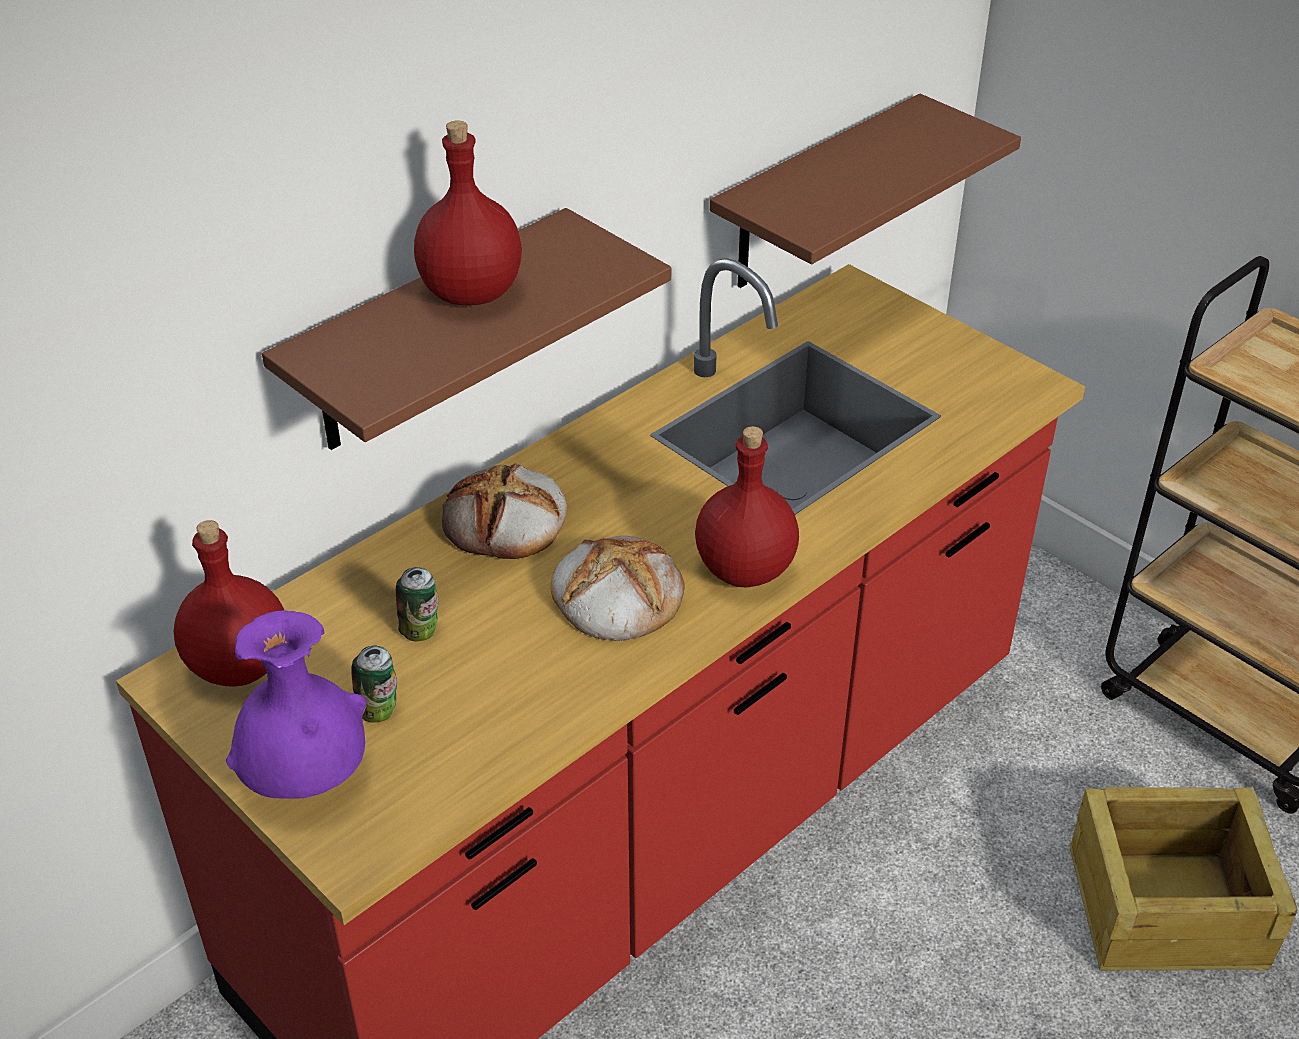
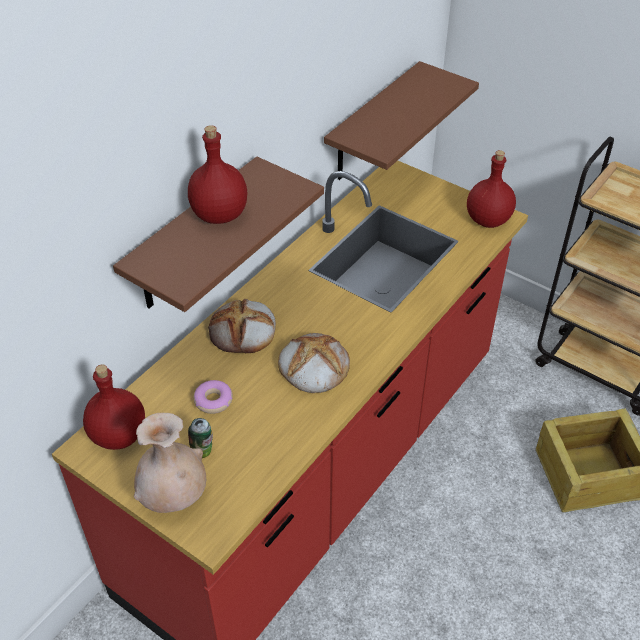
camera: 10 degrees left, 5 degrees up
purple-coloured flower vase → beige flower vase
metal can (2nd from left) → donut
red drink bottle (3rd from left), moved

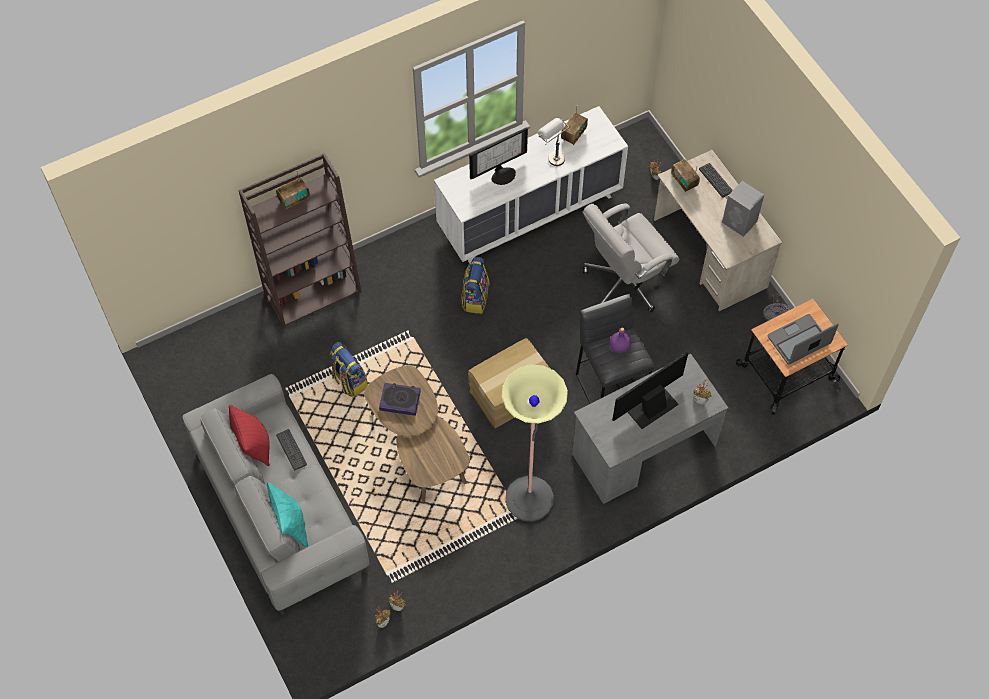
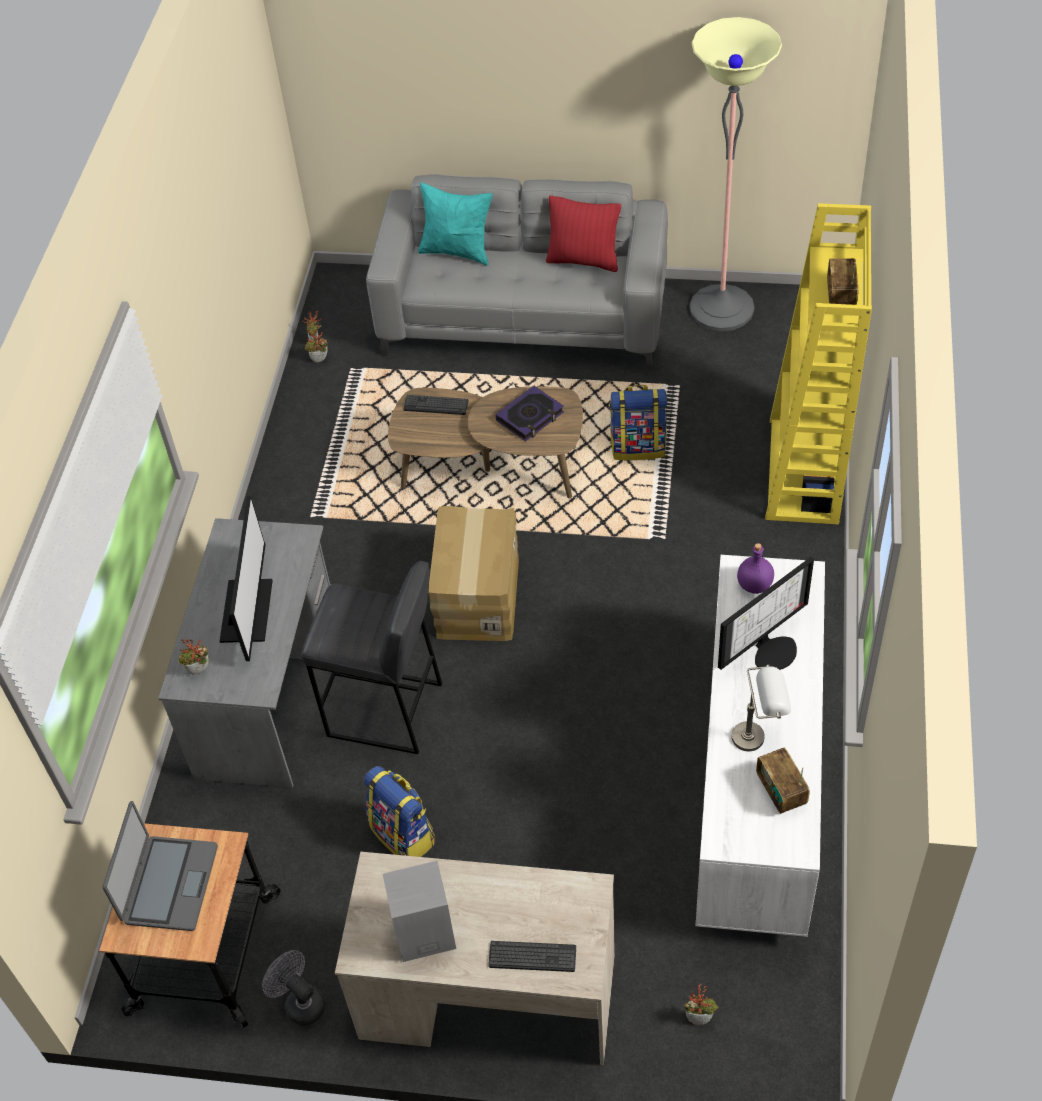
camera: 130 degrees right, 10 degrees down
rucksack (2nd from left in the first image) → rucksack (1st from left), moved
computer keyboard (1st from left), moved
standard lamp, moved
monitor (1st from left in the first image) → monitor (2nd from left), 135 degrees counterclockwise
purple-coloured drink bottle, moved
brown-coloured bookshelf → yellowish bookshelf
greyish computer chair → -
radio receiver (3rd from left) → -

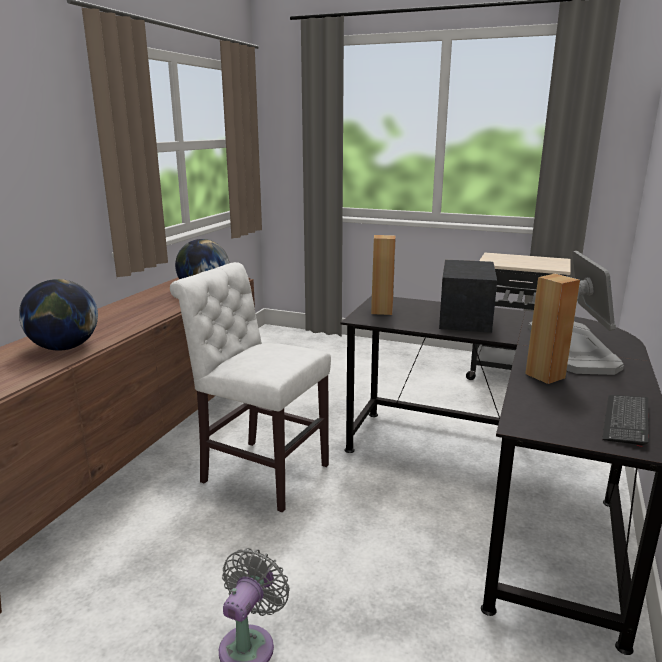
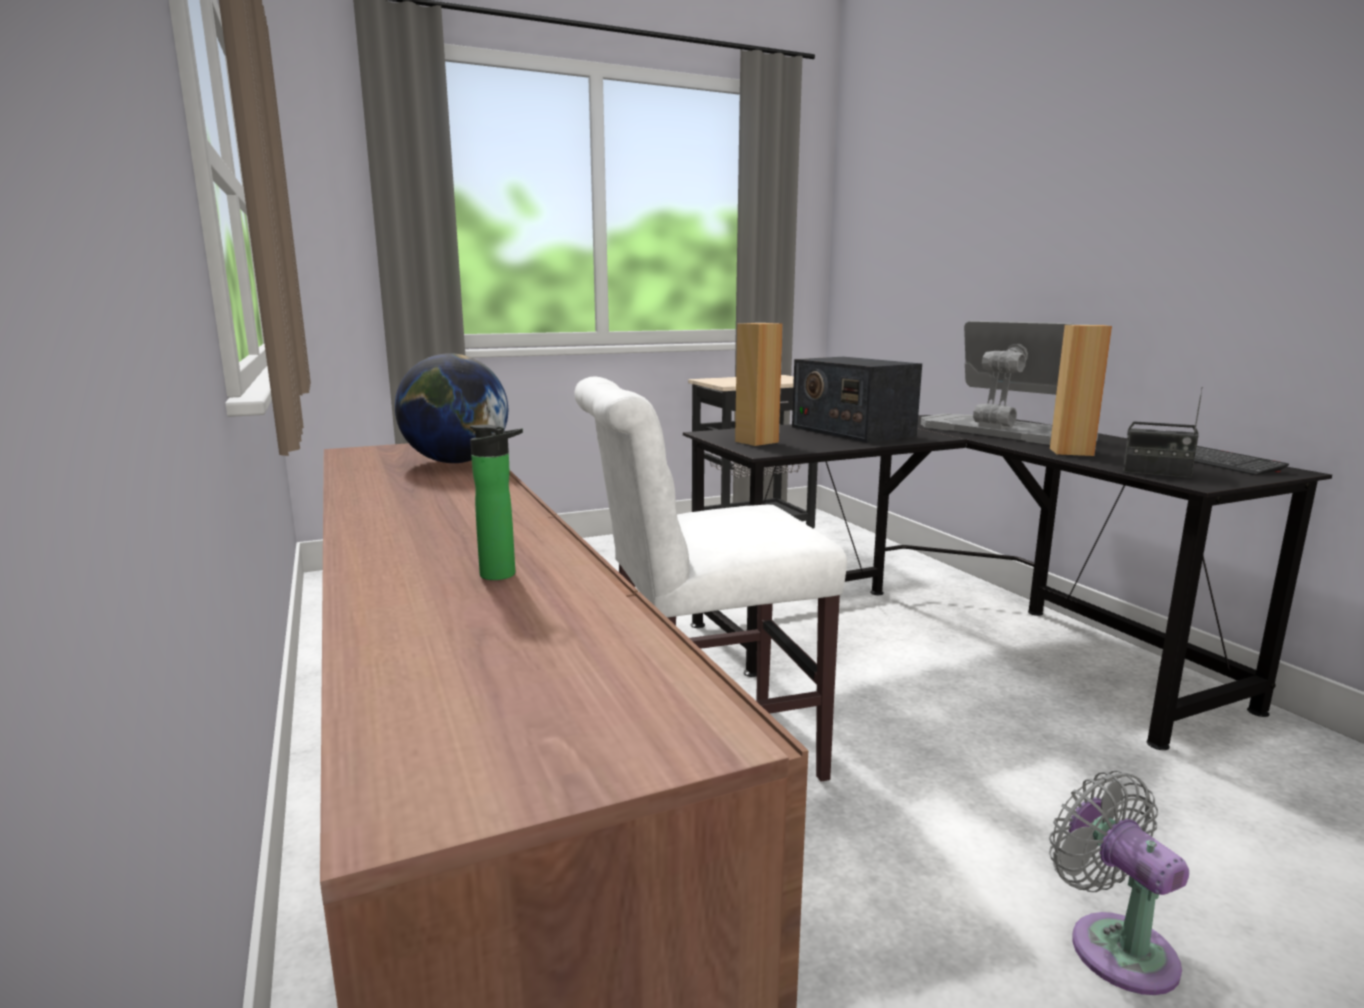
camera: 45 degrees left, 5 degrees down
globe (1st from left) → drink bottle
- → radio receiver (2nd from left)

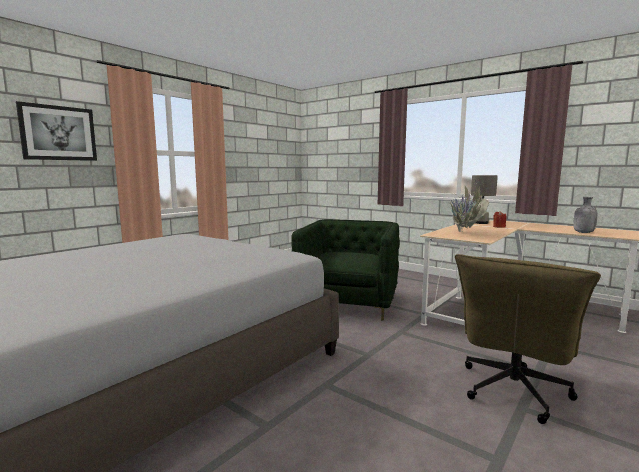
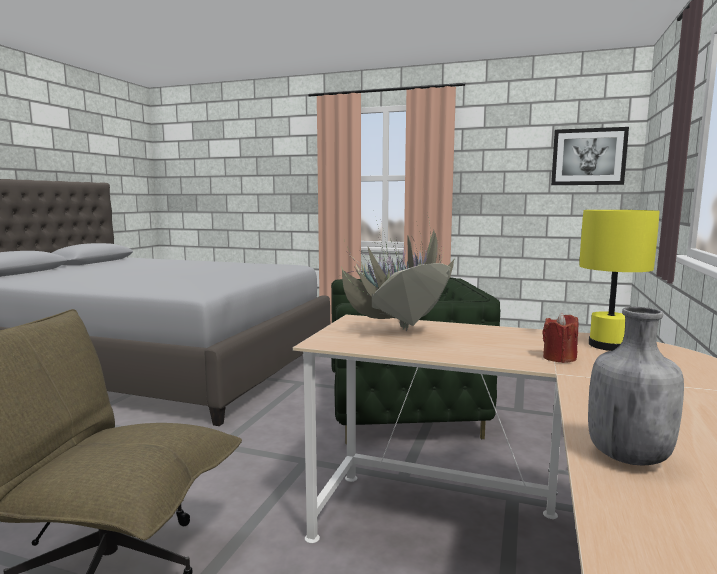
camera: 70 degrees right, 0 degrees up
wall picture, moved
greyish lamp for a table → yellowish lamp for a table

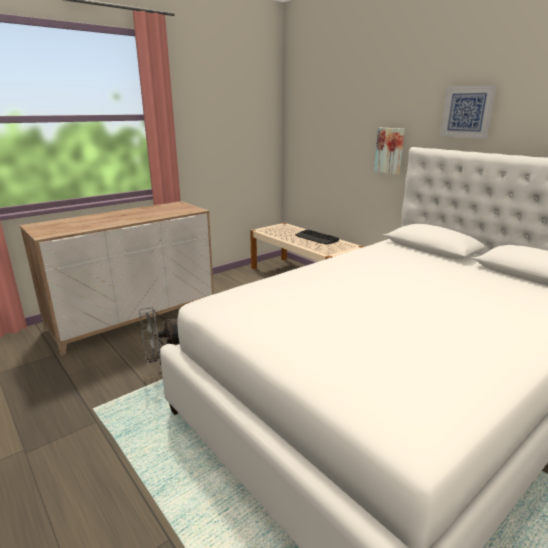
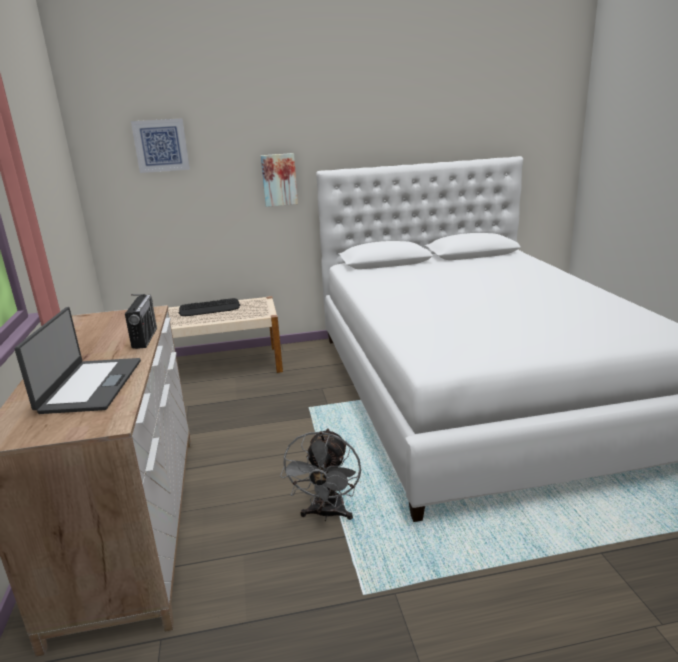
camera: 60 degrees left, 0 degrees up
- → notebook computer
- → radio receiver
wall picture (2nd from left in the first image) → wall picture (1st from left), moved

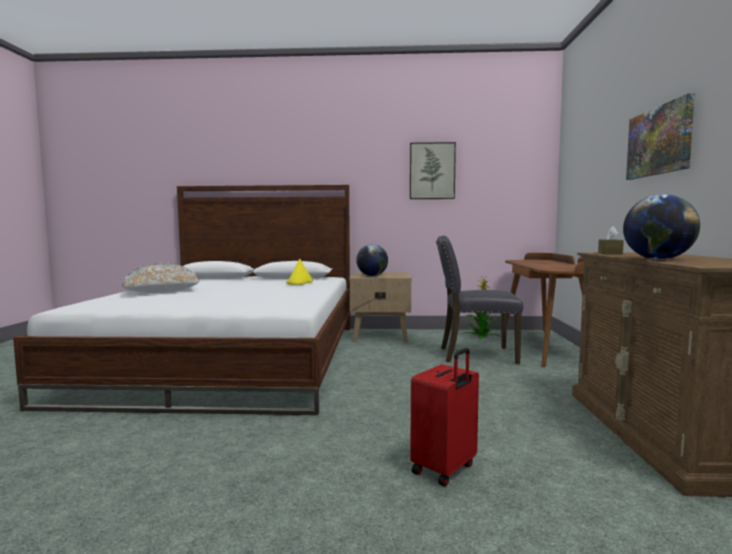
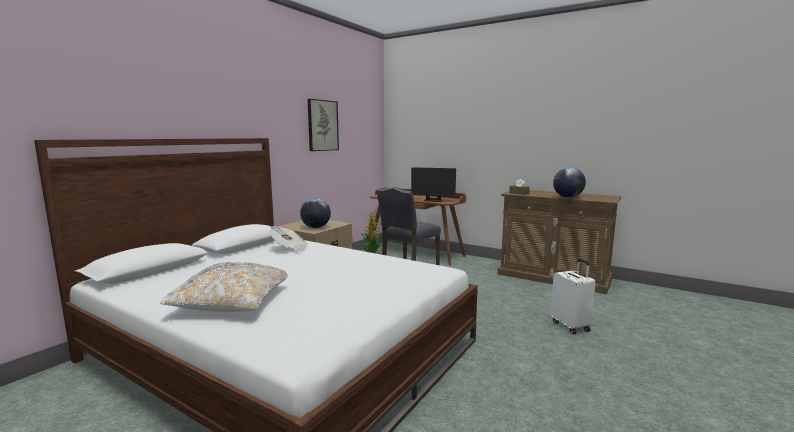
camera: 60 degrees left, 5 degrees up
yellowish clothing hat → daily paper
- → monitor
red suitcase → white-coloured suitcase
wall picture (2nd from left) → -

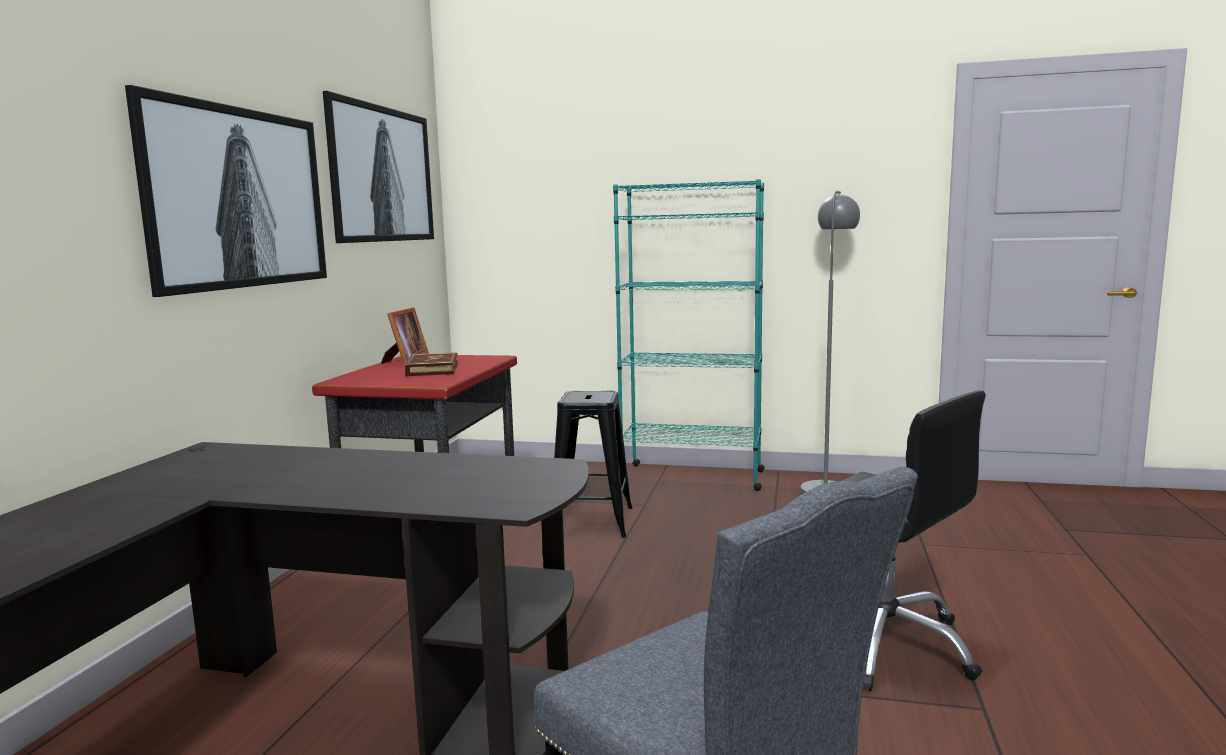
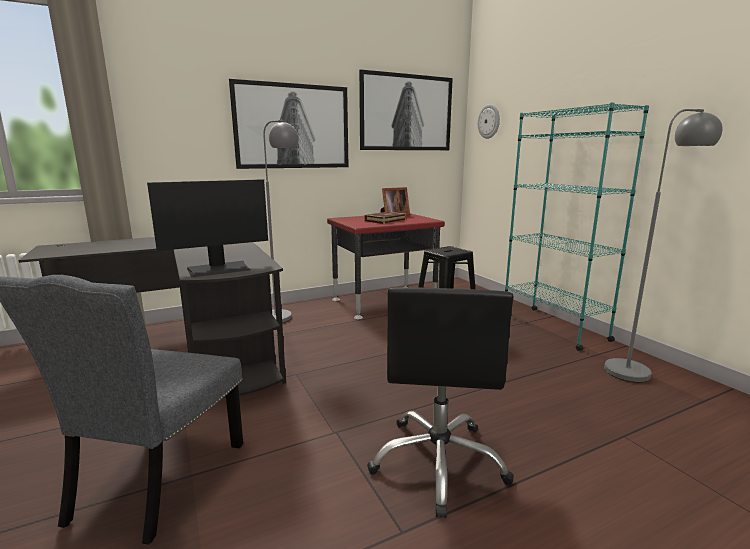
camera: 50 degrees right, 5 degrees up
- → monitor
- → greyish standard lamp (1st from left)
- → clock on the wall

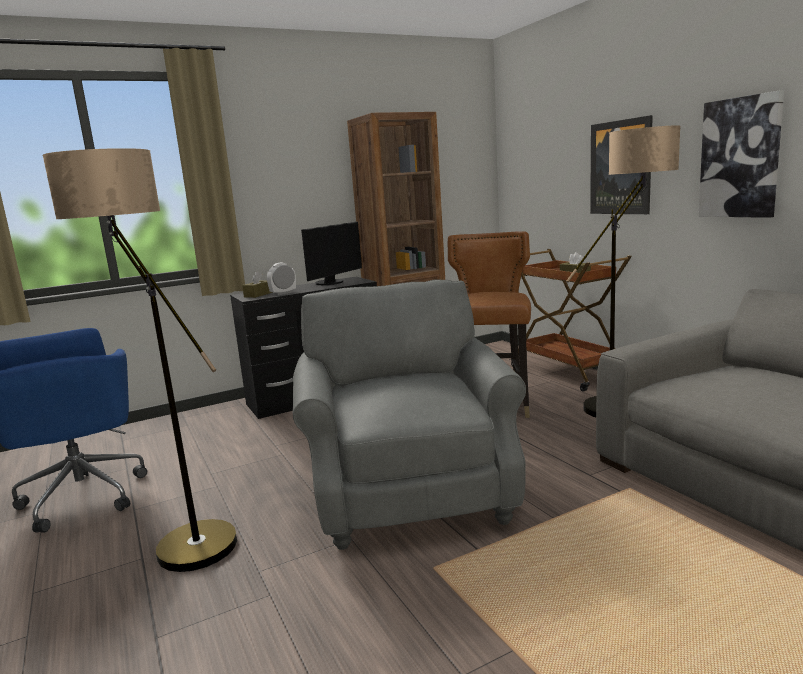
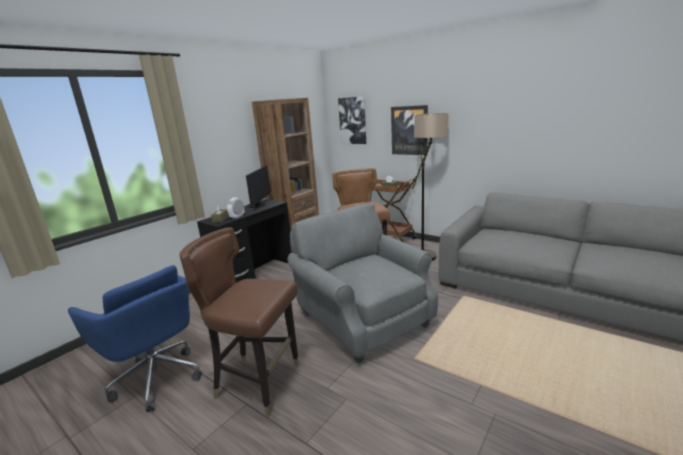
camera: 25 degrees left, 5 degrees up
standard lamp (1st from left) → brown-coloured upright chair (1st from left)
wall picture (2nd from left in the first image) → wall picture (1st from left), moved

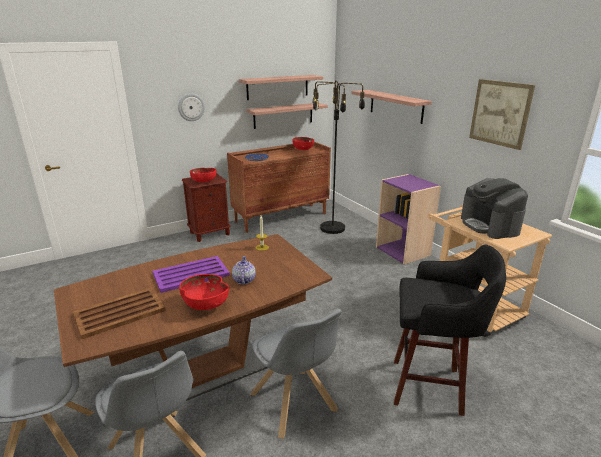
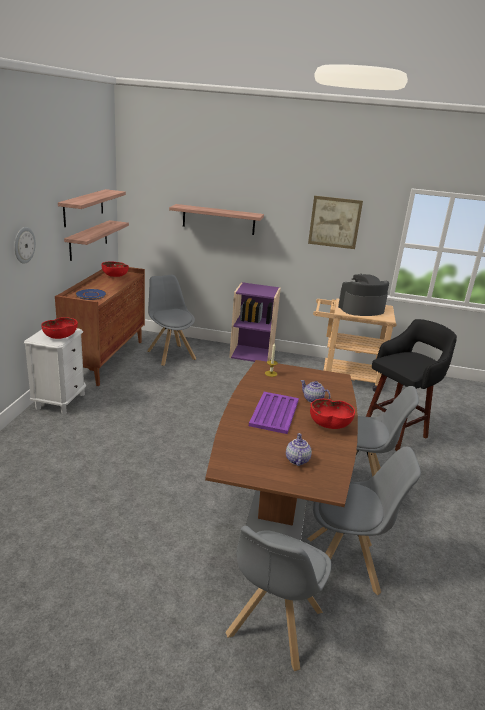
camera: 50 degrees left, 0 degrees up
brown-coloured nightstand → white-coloured nightstand
standard lamp → greyish upright chair (1st from left)
brown-coloured serving tray → teapot (1st from left)
coffee machine, 135 degrees clockwise

